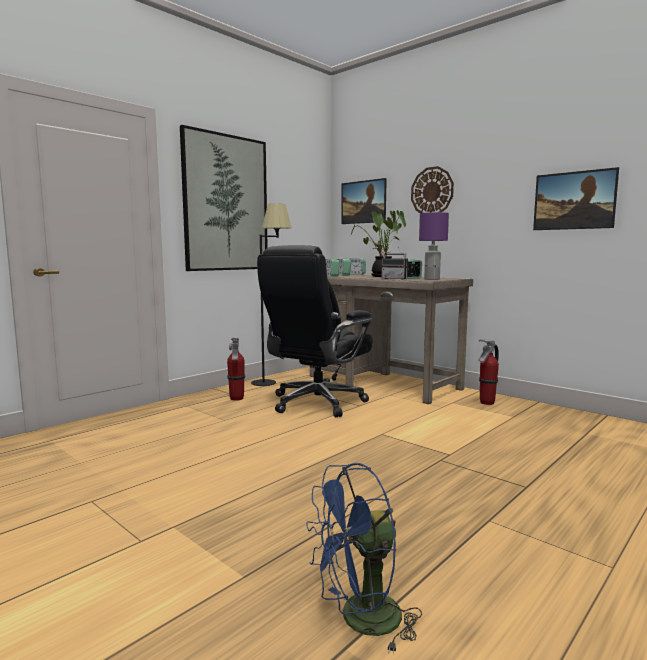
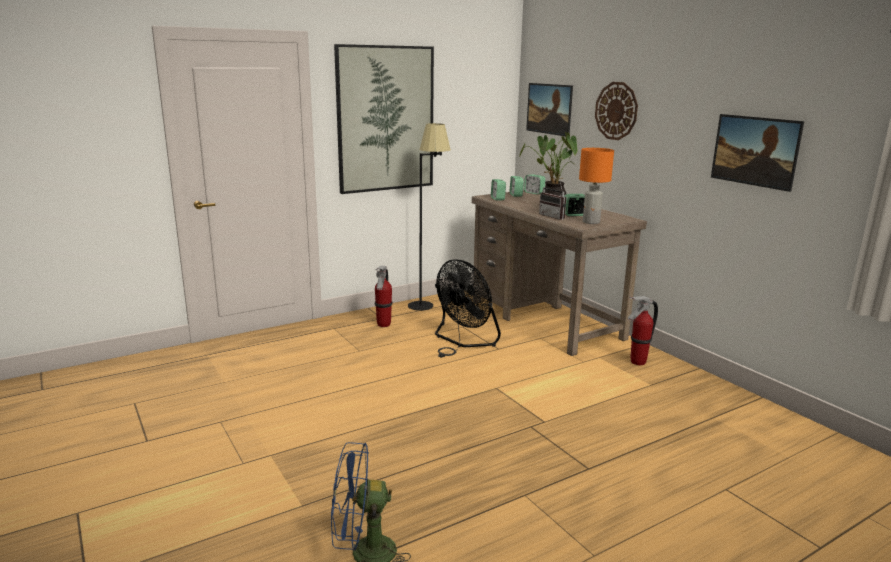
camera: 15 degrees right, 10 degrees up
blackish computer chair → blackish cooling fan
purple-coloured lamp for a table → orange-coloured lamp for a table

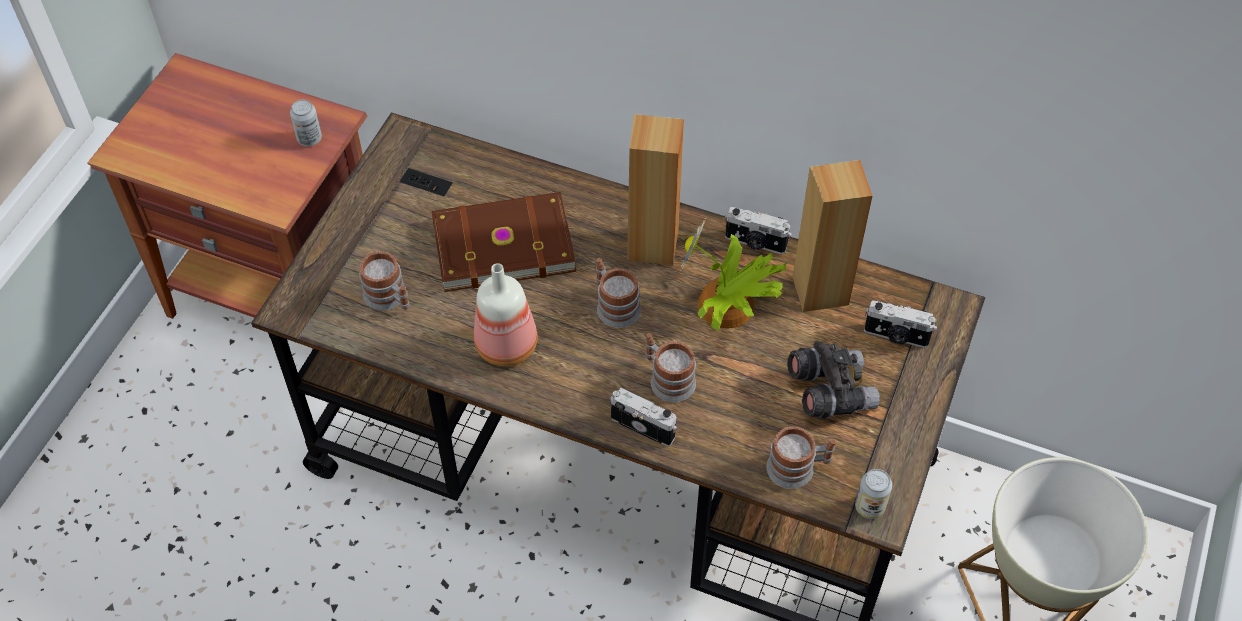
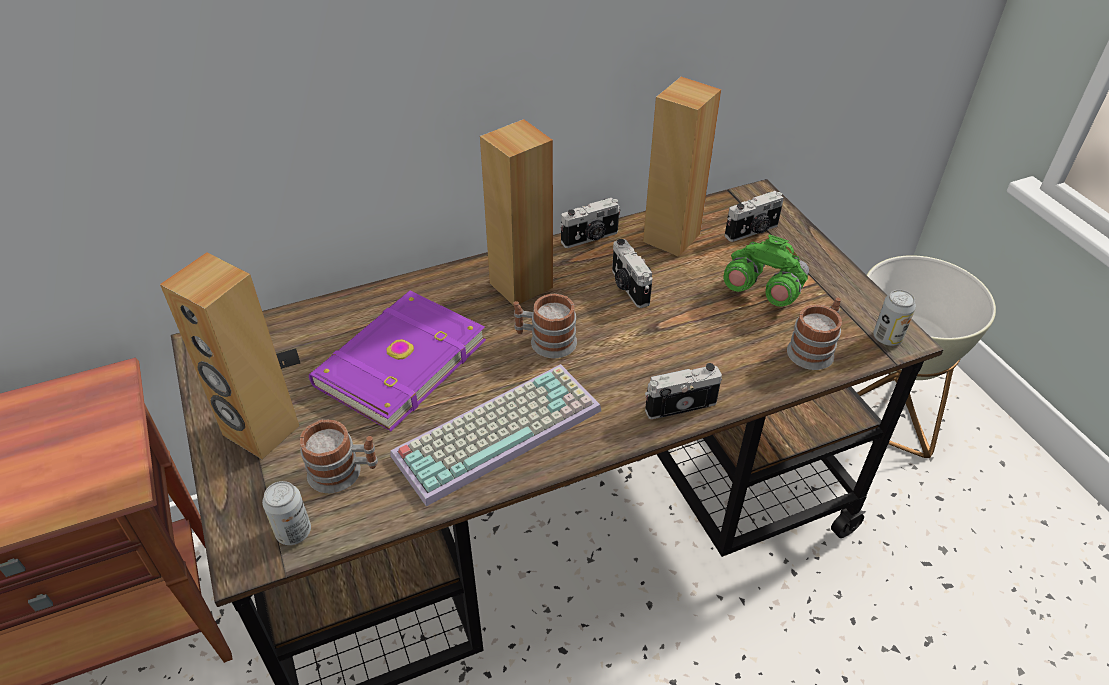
camera: 45 degrees left, 10 degrees down
- → brown-coloured speaker (1st from left)
metal can (1st from left), moved
brown-coloured book → purple-coloured book
drink bottle → computer keyboard
houseplant → photo camera (2nd from left)
greyish pair of binoculars → green-coloured pair of binoculars
tea mug (3rd from left) → -

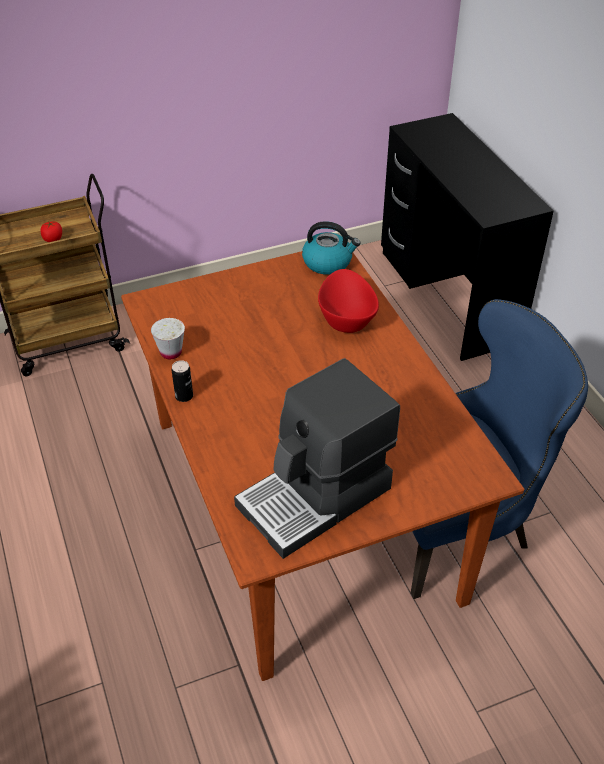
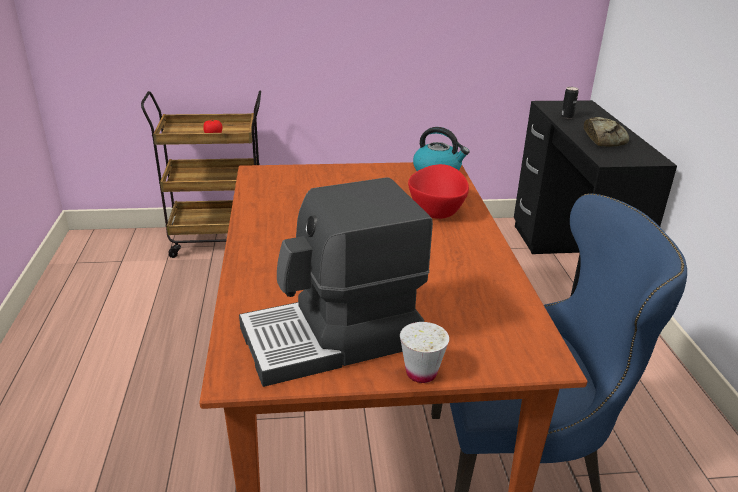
camera: 15 degrees right, 15 degrees down
white-coloured drinking cup, moved
metal can, moved
- → baked bread

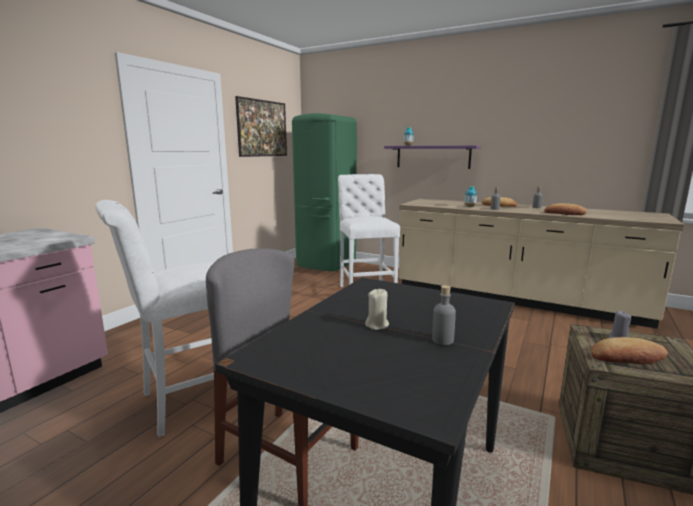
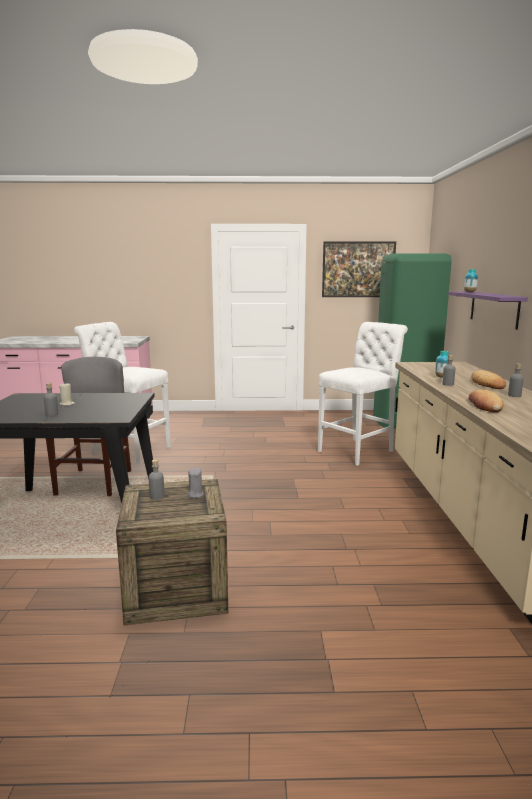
camera: 60 degrees right, 0 degrees up
baked bread (3rd from left) → greyish drink bottle (2nd from left)

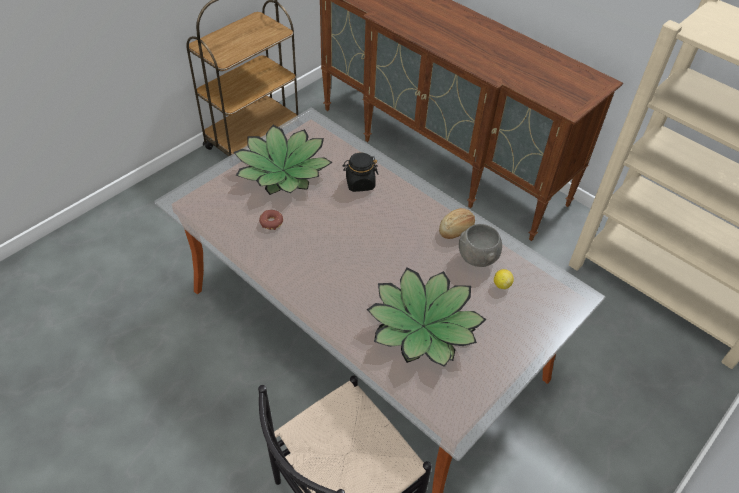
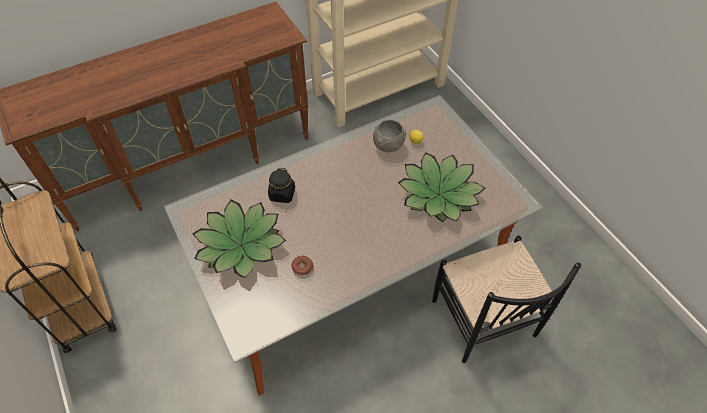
camera: 70 degrees left, 5 degrees up
baked bread → -

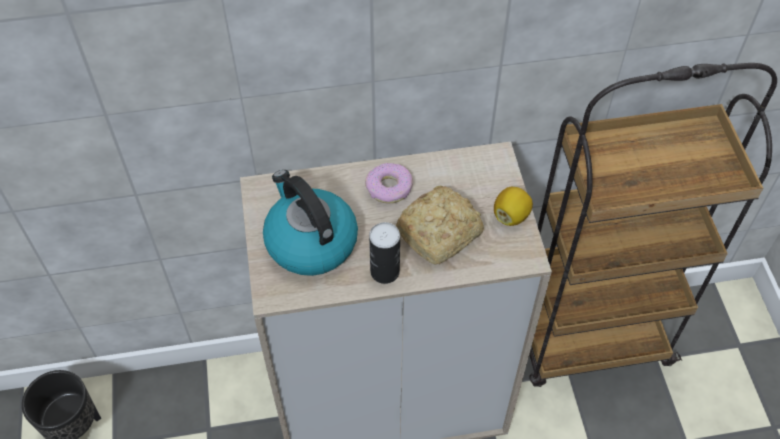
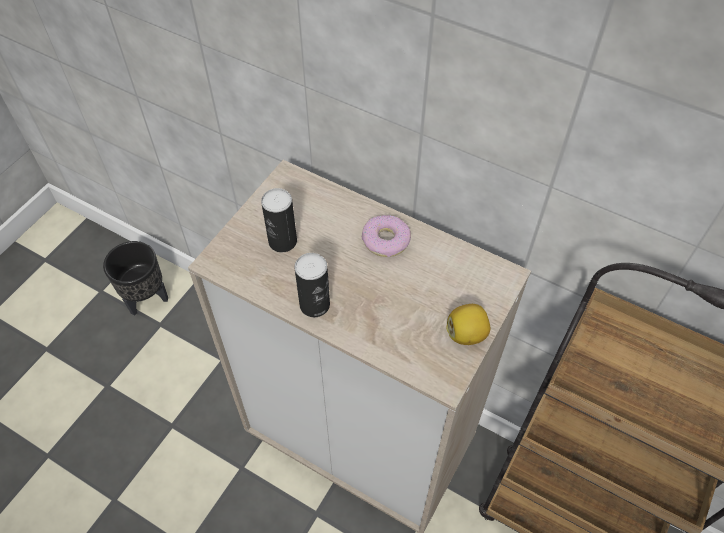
camera: 40 degrees right, 0 degrees up
tea kettle → metal can (1st from left)
baked bread → -

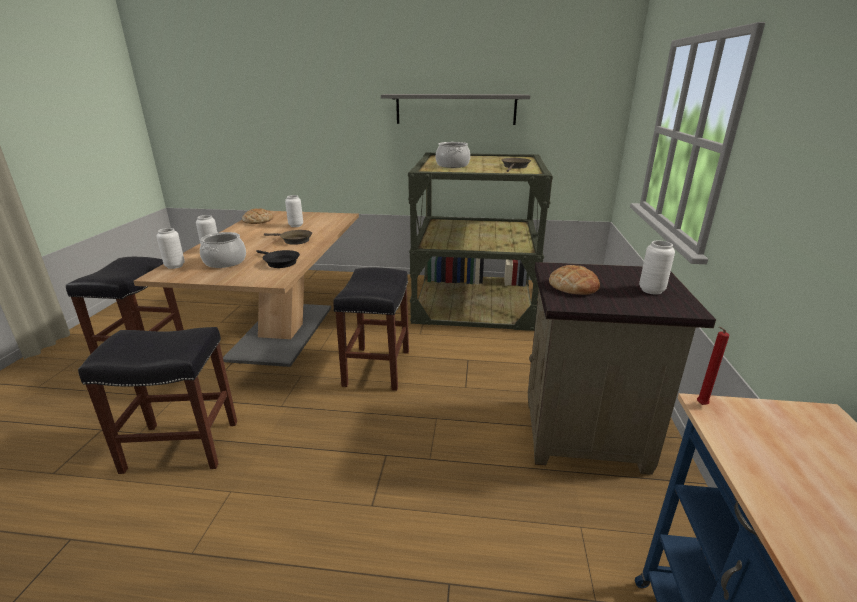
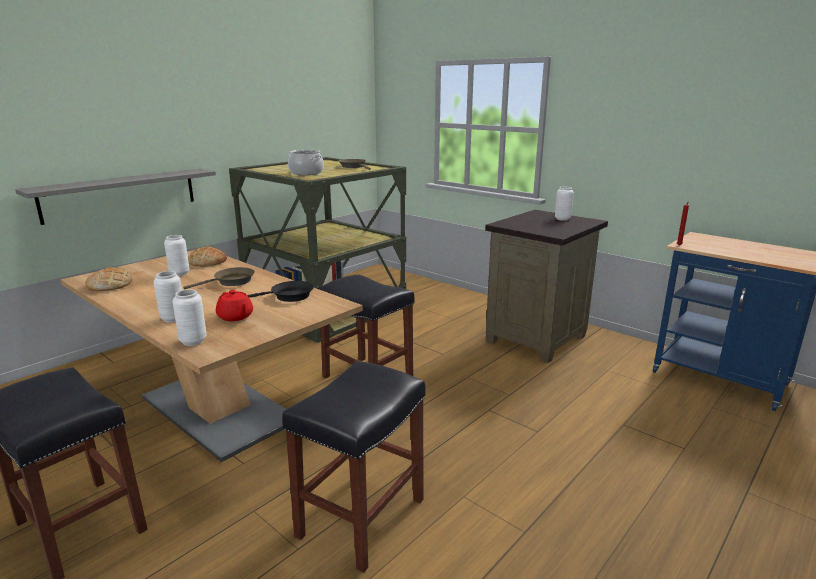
camera: 55 degrees left, 5 degrees down
greyish bracket shelf, moved
baked bread (2nd from left), moved
saucepot (1st from left) → red teapot

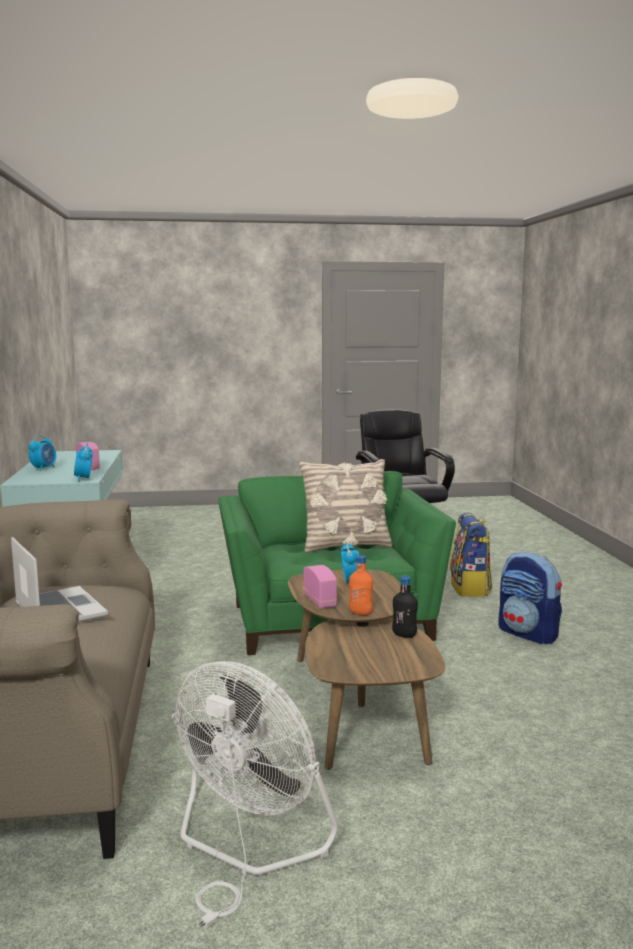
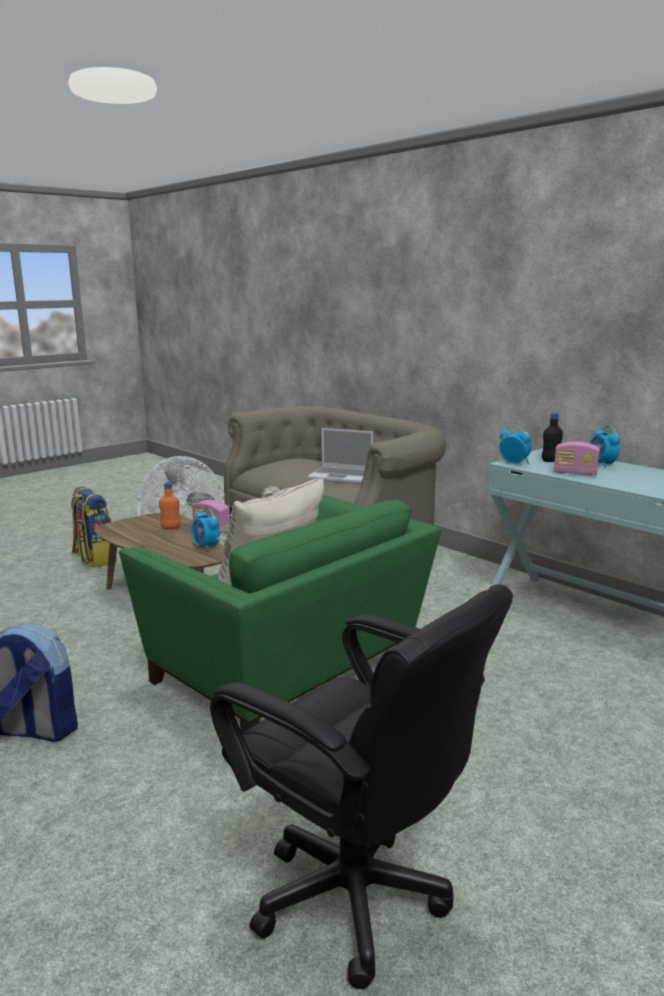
camera: 145 degrees right, 5 degrees up
rucksack (1st from left in the first image) → rucksack (2nd from left), moved
blackish drink bottle, moved

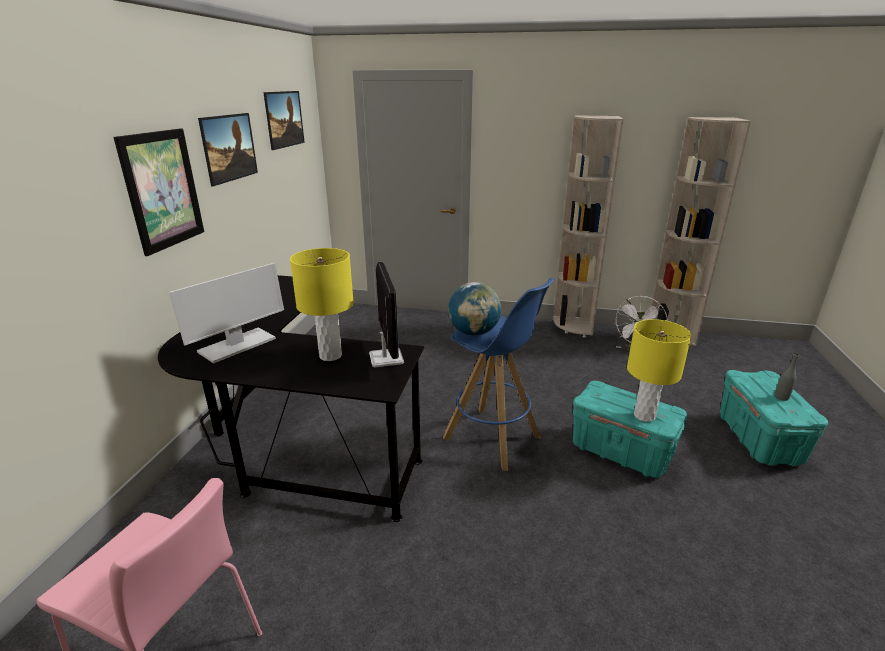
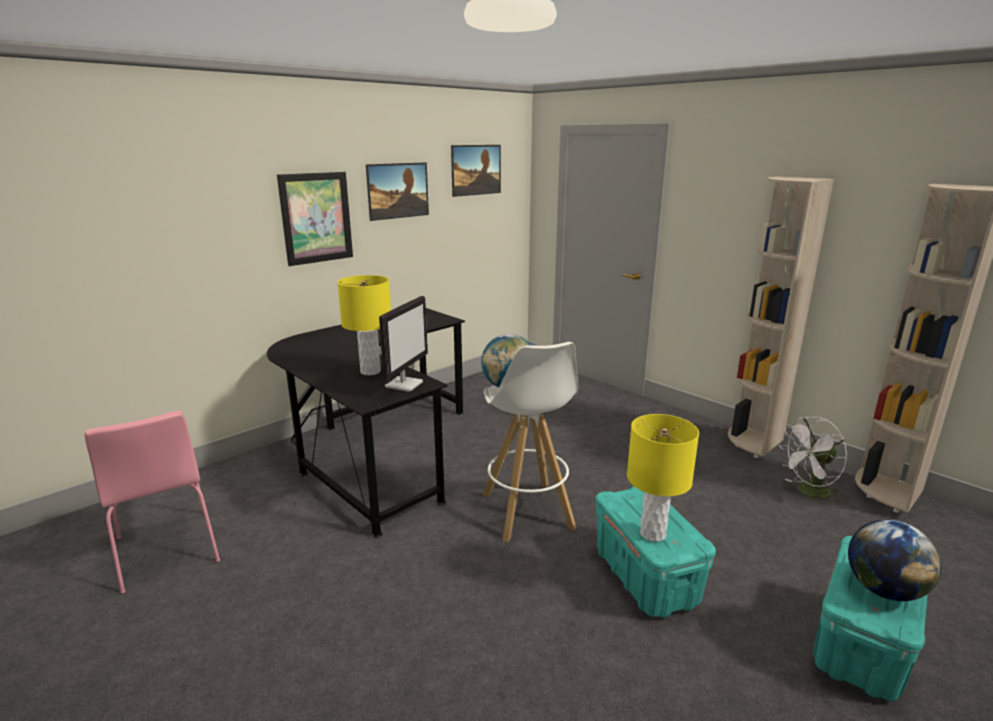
camera: 35 degrees right, 5 degrees down
blue stool seat → white-coloured stool seat
greyish drink bottle → globe (2nd from left)
monitor (1st from left) → -

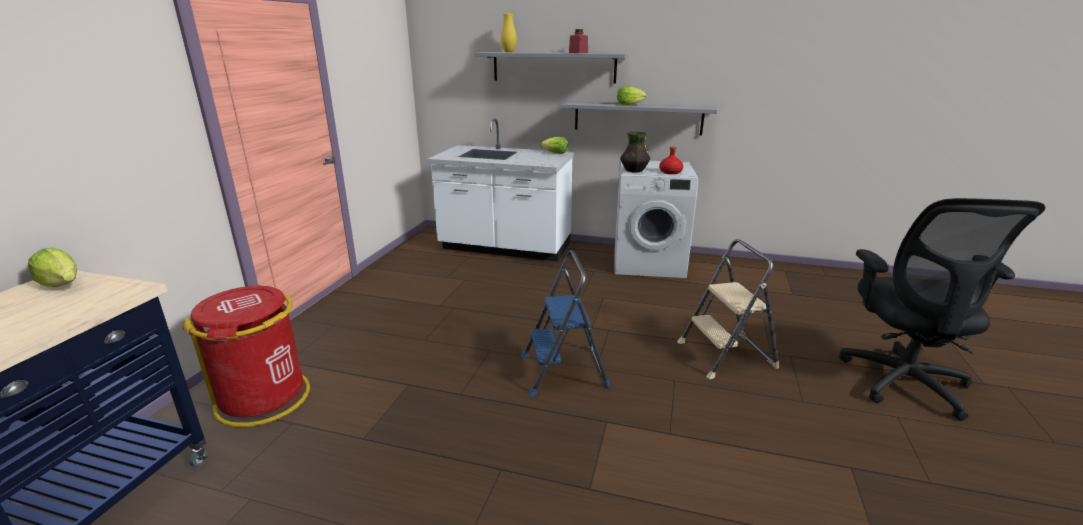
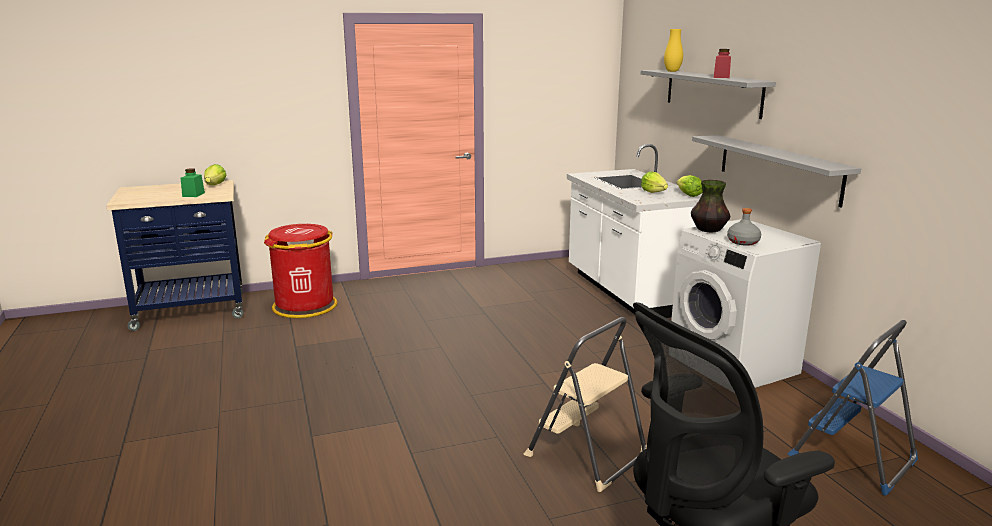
camera: 55 degrees right, 5 degrees down
- → green-coloured storage jar
lettuce head (3rd from left in the first image) → lettuce head (2nd from left), moved
red drink bottle → greyish drink bottle
blue stepladder, moved

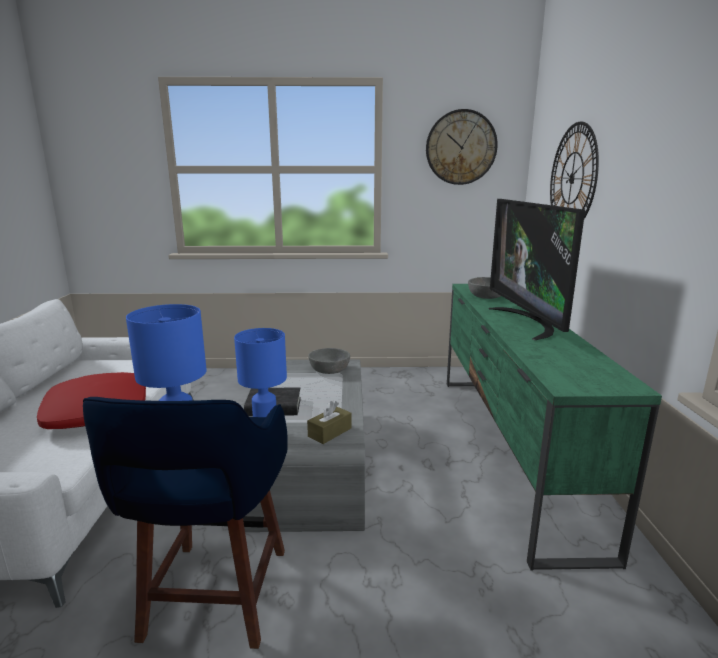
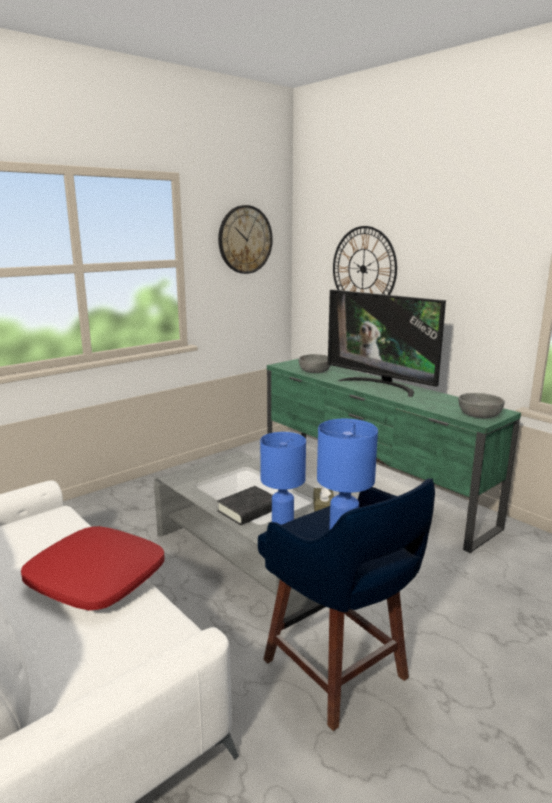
camera: 40 degrees left, 0 degrees up
greyish serving bowl (1st from left in the first image) → greyish serving bowl (2nd from left), moved

